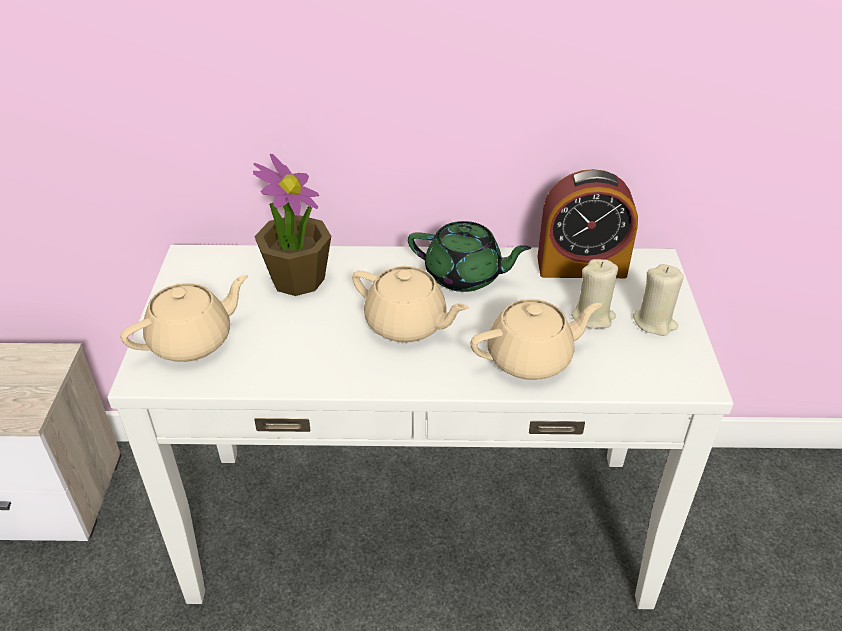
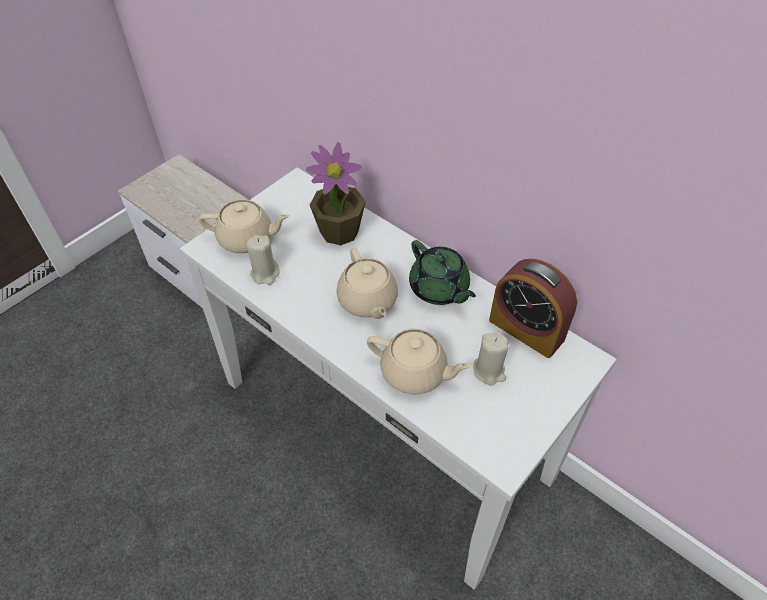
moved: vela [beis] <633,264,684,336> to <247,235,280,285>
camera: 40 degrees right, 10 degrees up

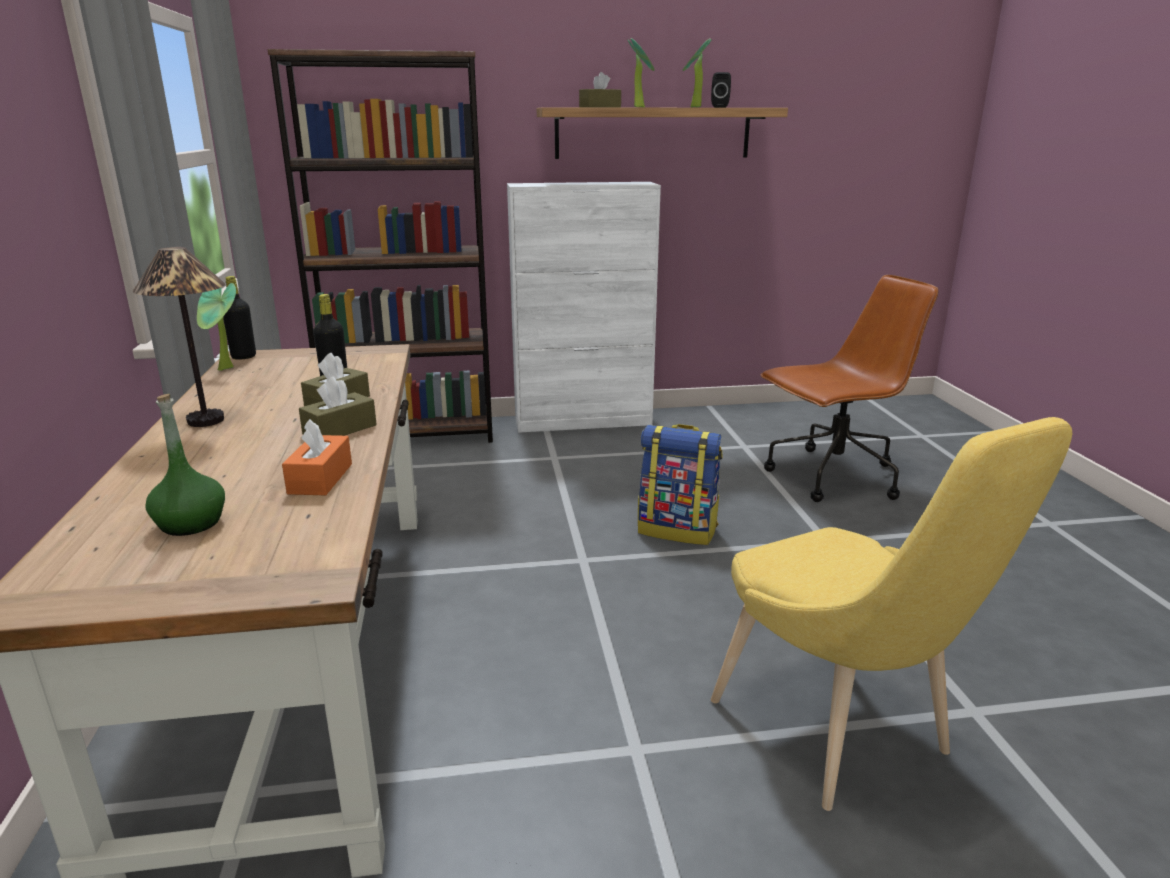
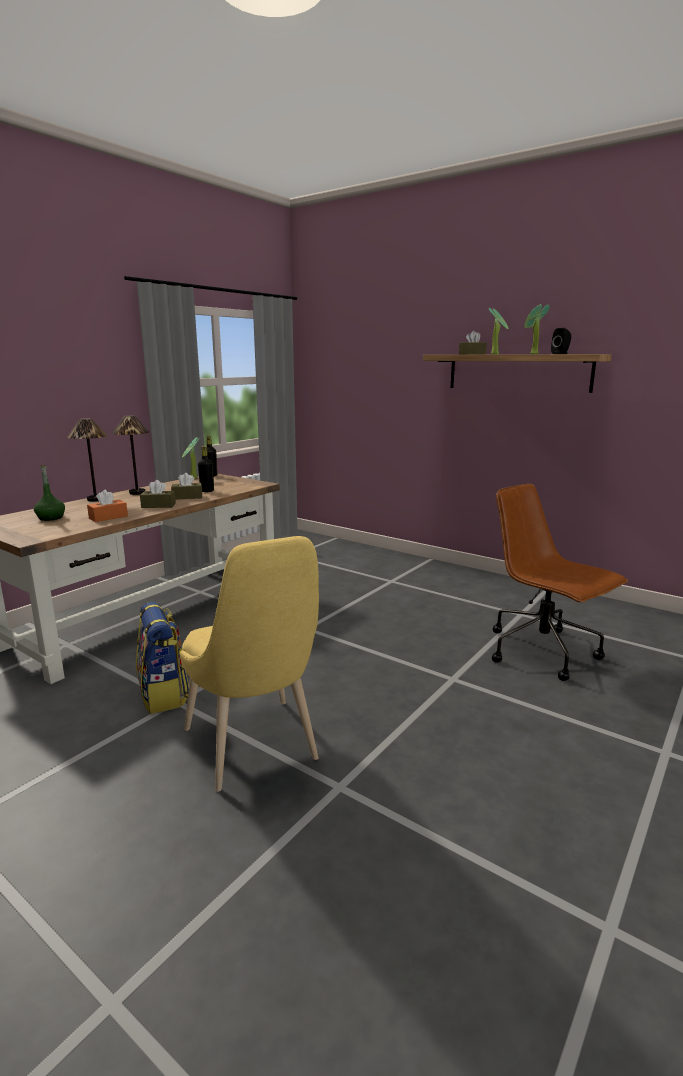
removed: estantería [marrón] <268,49,493,443>; armario [blanco] <507,182,661,433>
added: lámpara de mesa <67,418,108,502>
moved: mochila <638,424,723,545> to <136,602,189,714>
turned: silla [amarillo] <711,417,1072,811> = <180,536,319,792> 45 degrees counterclockwise; silla de oficina [marrón] <760,275,938,502> = <492,484,628,681> 150 degrees counterclockwise
camera: 45 degrees right, 5 degrees down

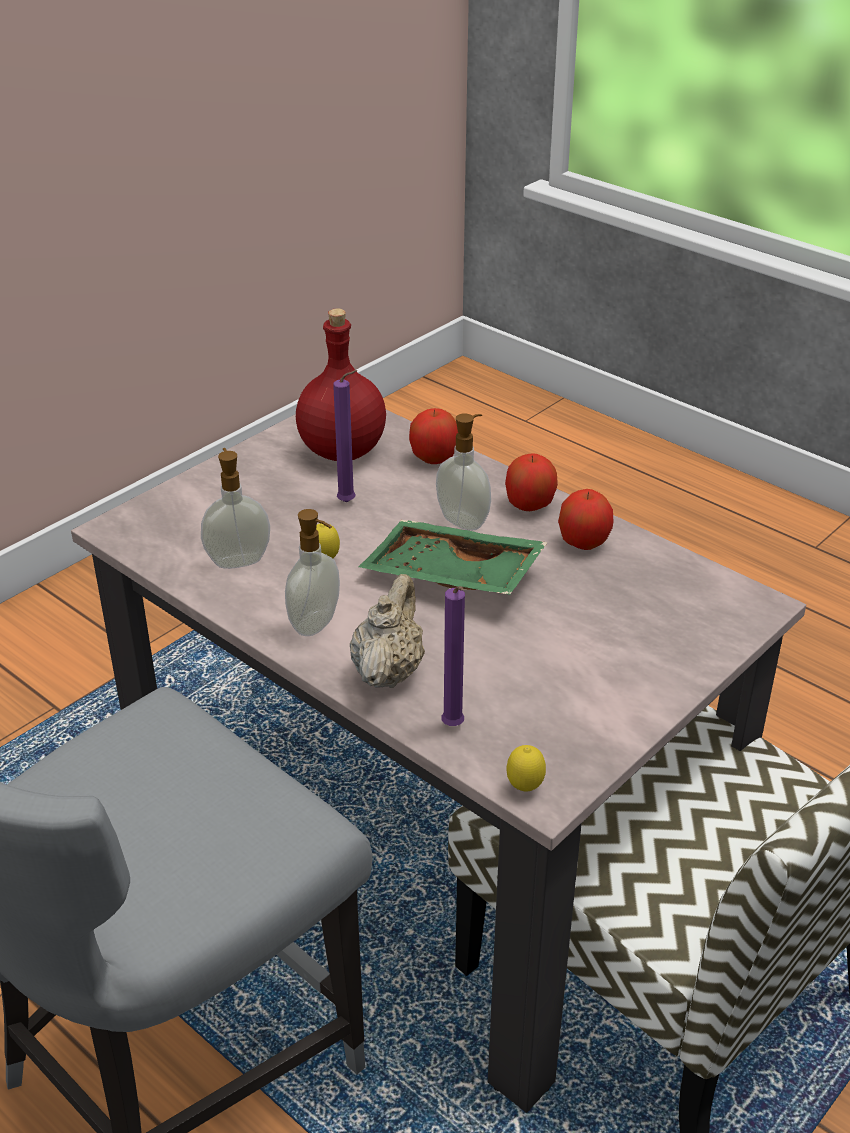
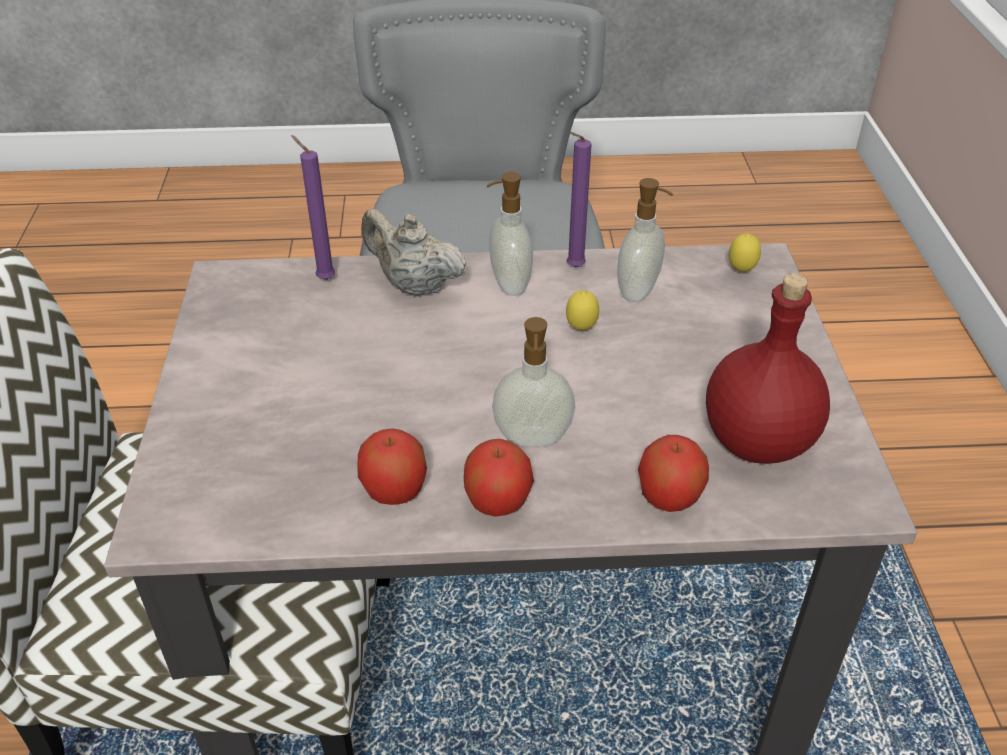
removed: bandeja [verde] <358,520,548,595>
moved: vela [morado] <333,370,357,502> to <566,132,591,268>; limón <506,745,546,791> to <729,234,761,272>
turned: tetera [beis] <350,574,425,688> = <361,209,467,297> 150 degrees clockwise
camera: 135 degrees right, 5 degrees up

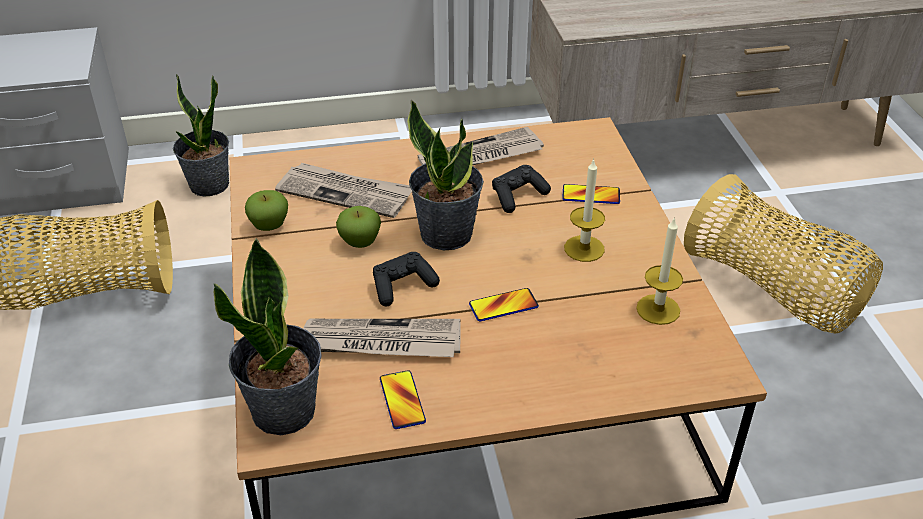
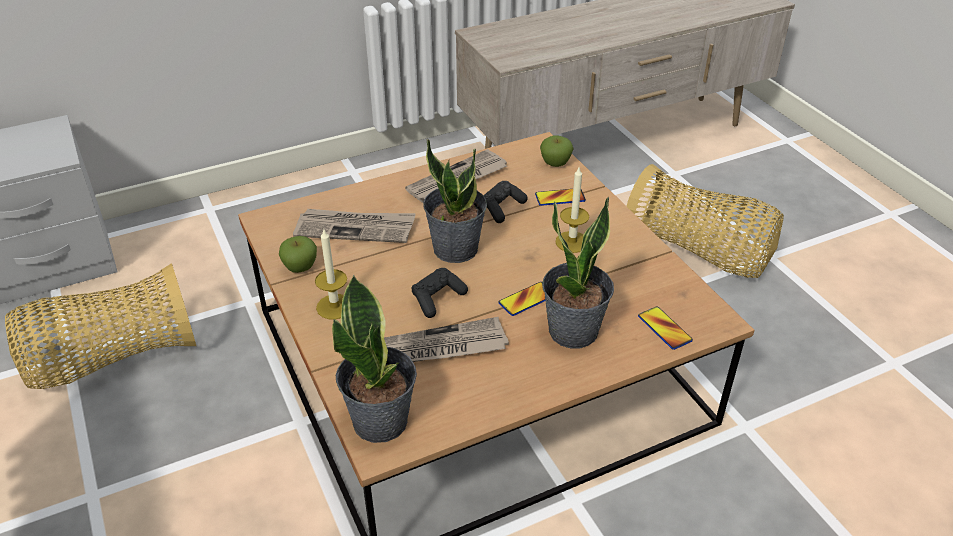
moved: vela <636,217,683,325> to <315,230,347,319>; manzana <336,206,381,248> to <540,135,574,167>; planta en maceta <173,74,229,197> to <542,197,614,349>; móvil <380,370,426,429> to <638,307,693,350>
camera: 15 degrees left, 0 degrees up

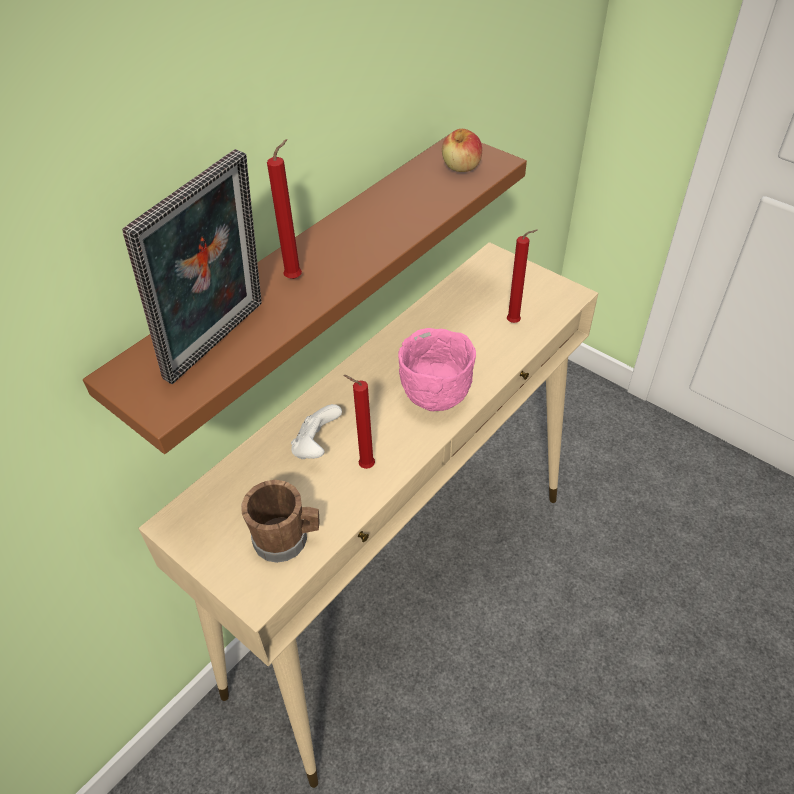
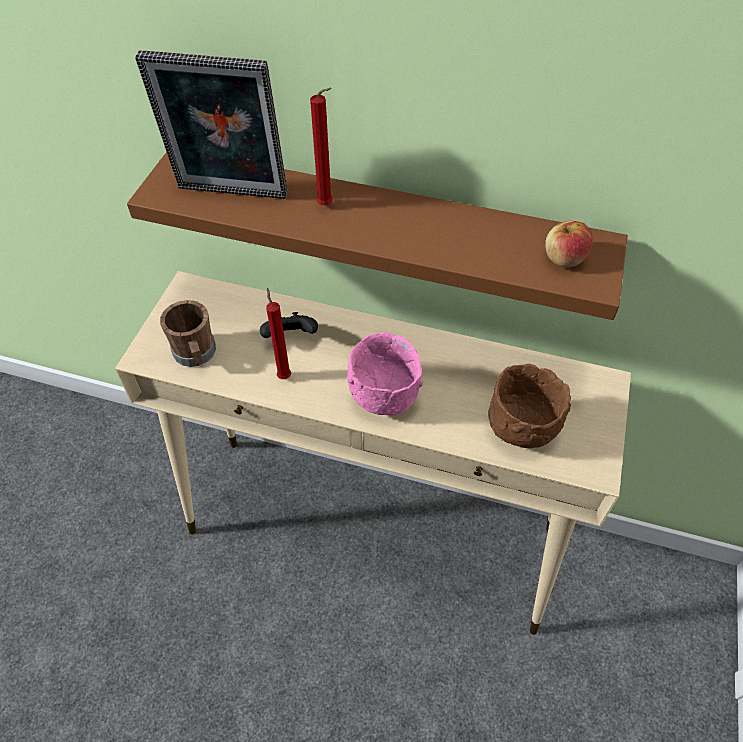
replaced: vela [rojo] <507,230,538,323> to cuenco [marrón] <489,364,571,448>
recoloured: mando de consola [blanco] <291,404,342,459> to mando de consola [negro] <260,312,318,338>
camera: 65 degrees right, 5 degrees up

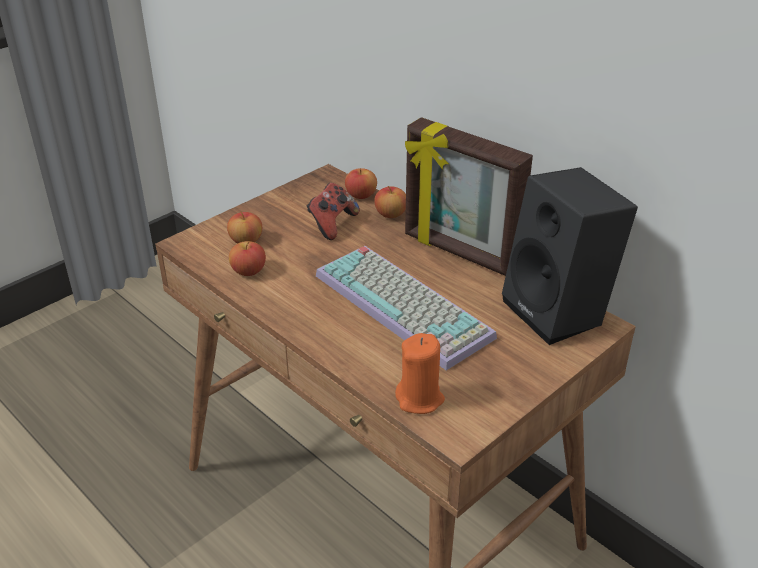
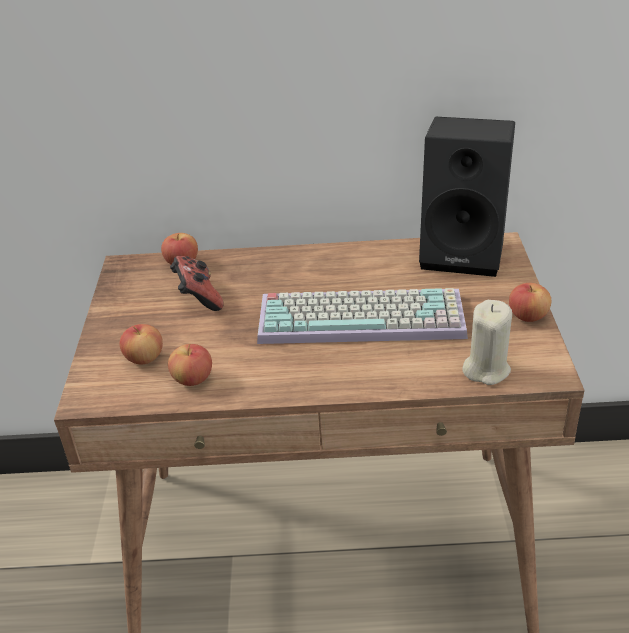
removed: portarretratos <405,117,533,276>
moved: manzana <374,186,406,218> to <509,283,551,322>
recoloured: vela [naranja] <395,333,445,414> to vela [beis] <463,300,512,385>
camera: 45 degrees left, 0 degrees up

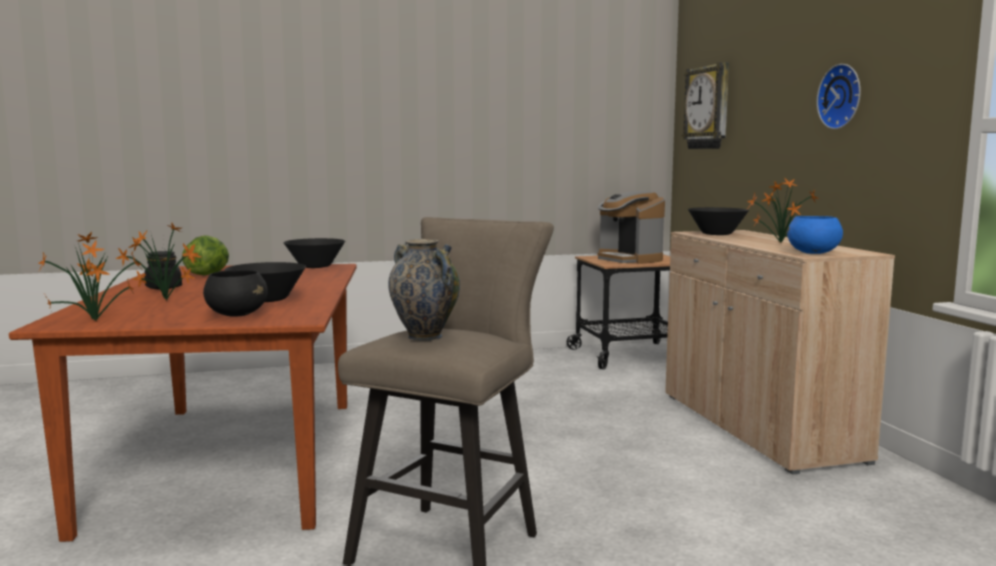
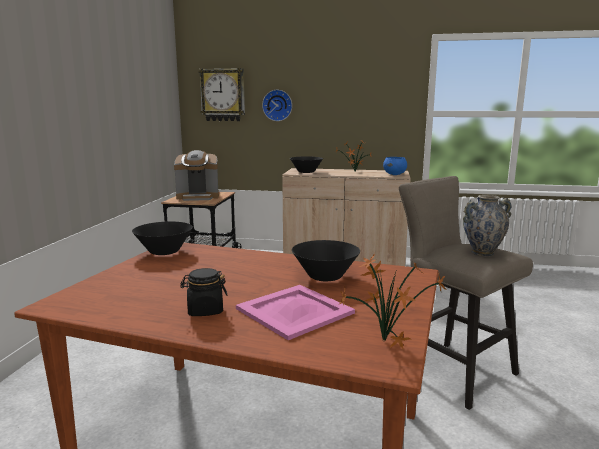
removed: lechuga <182,235,229,275>; cuenco [negro] <203,270,268,317>
moved: reloj de pared <817,64,861,129> to <262,90,292,121>
replaced: planta en maceta <115,223,201,300> to bandeja [rosa] <236,285,355,340>
camera: 65 degrees left, 5 degrees up

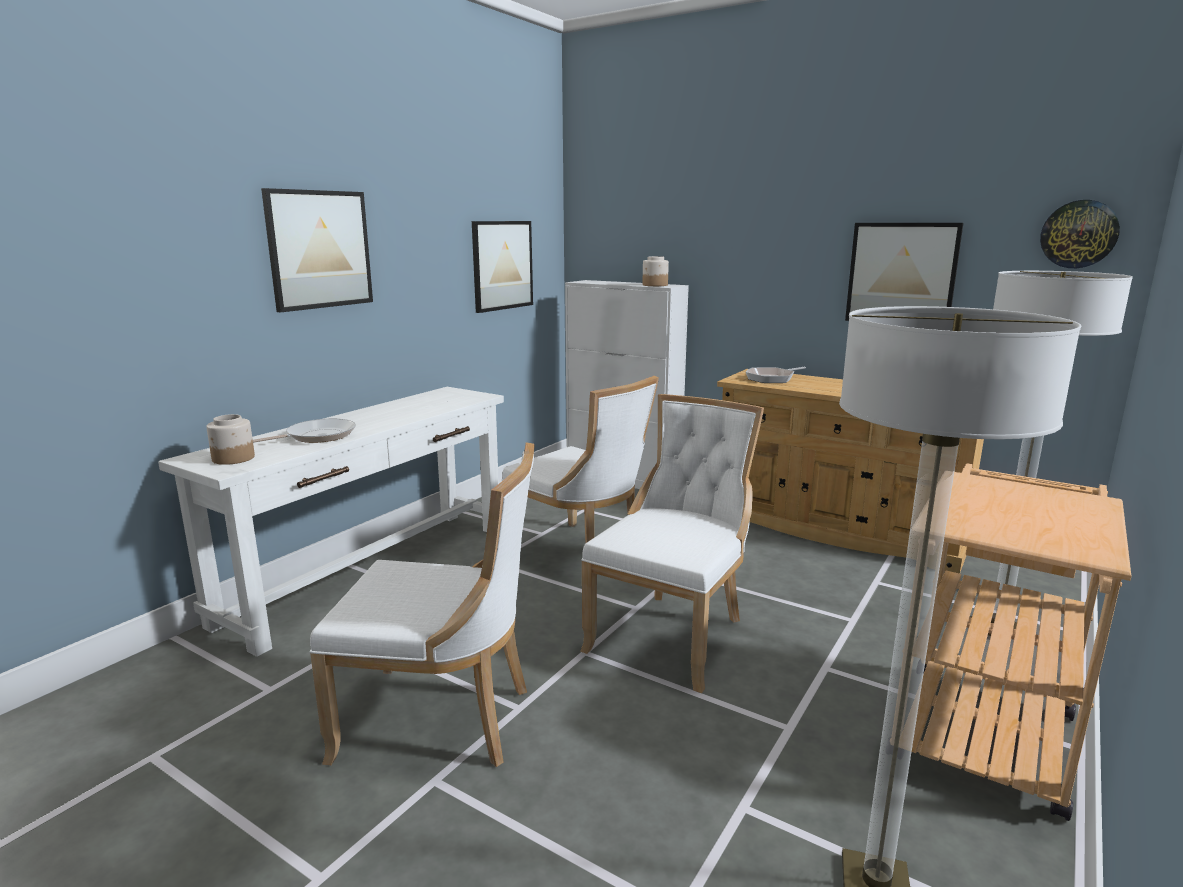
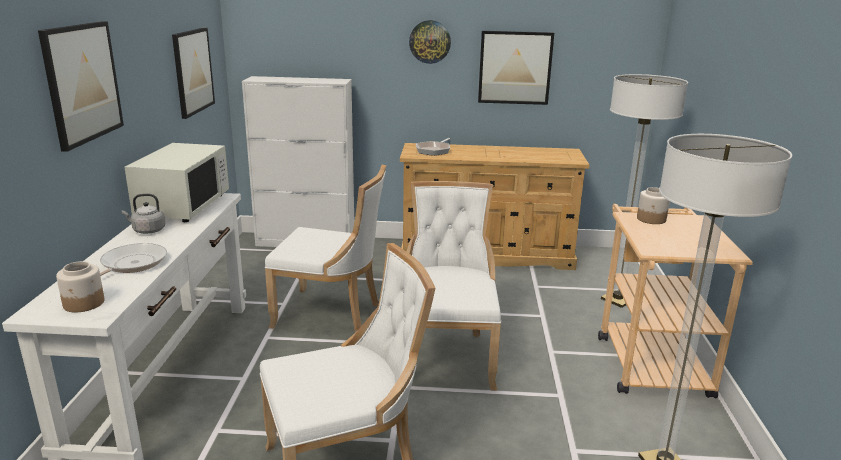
added: hervidor [gris] <122,194,165,234>; microondas [blanco] <124,143,229,222>
moved: reloj de pared <1040,200,1120,268> to <409,20,451,64>; tarro <643,256,669,286> to <637,187,670,224>
camera: 30 degrees left, 5 degrees up

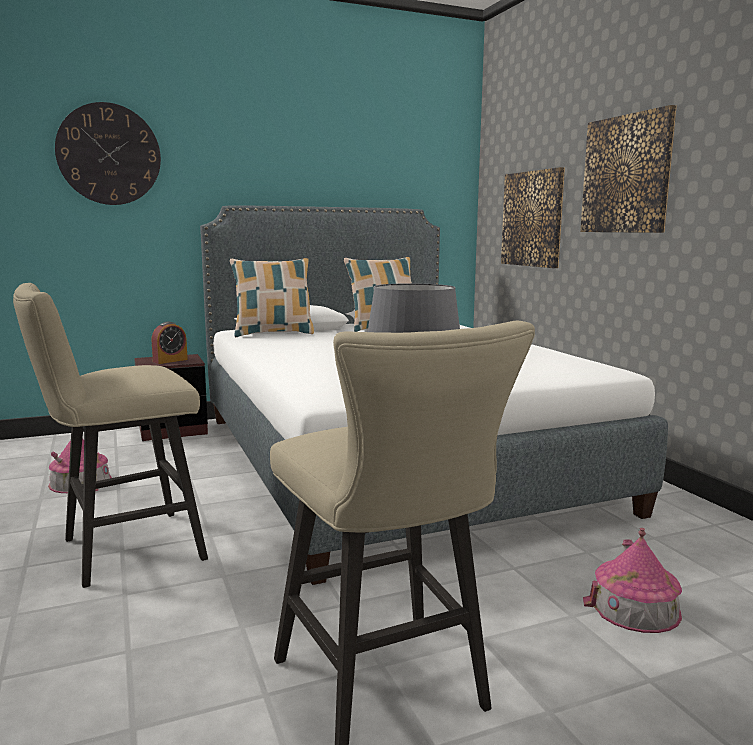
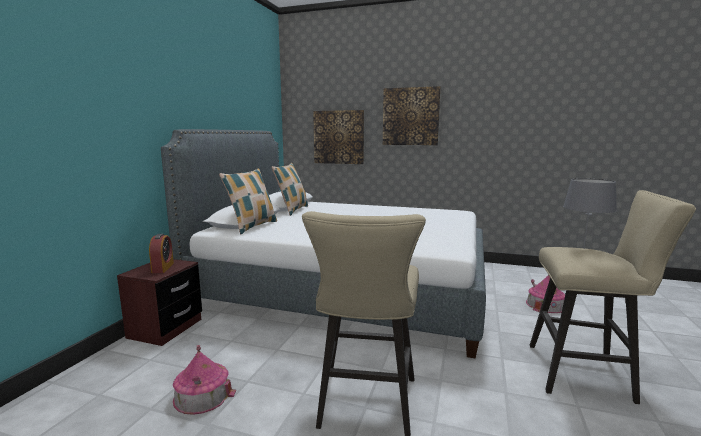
removed: reloj de pared <55,102,161,205>
camera: 50 degrees left, 0 degrees up

